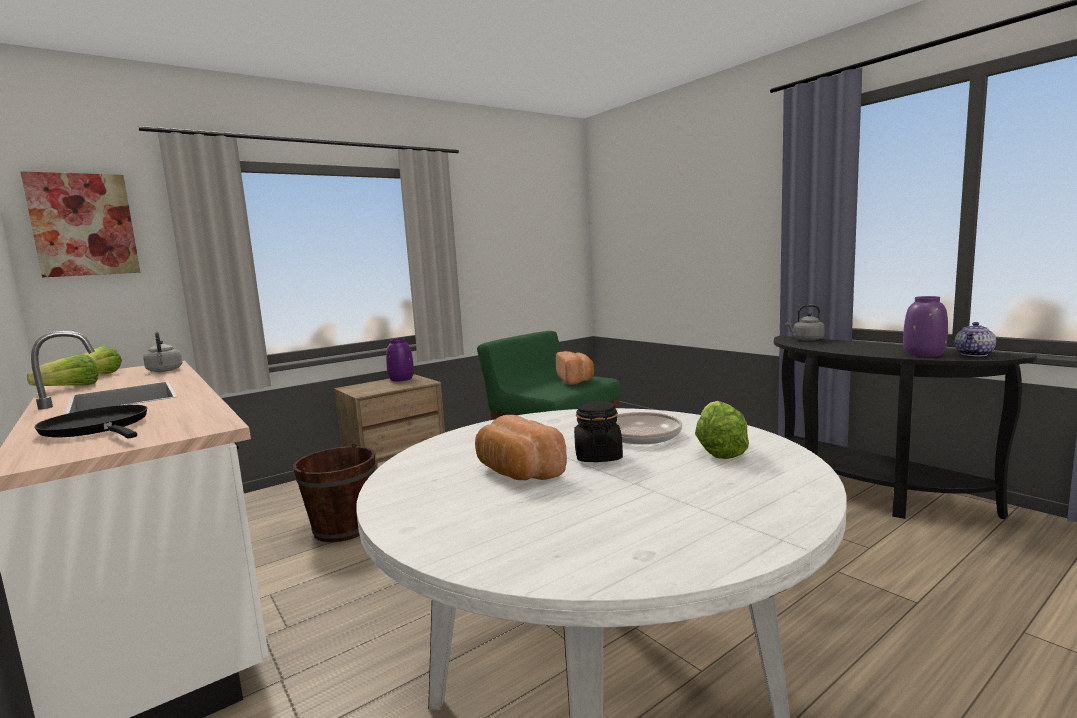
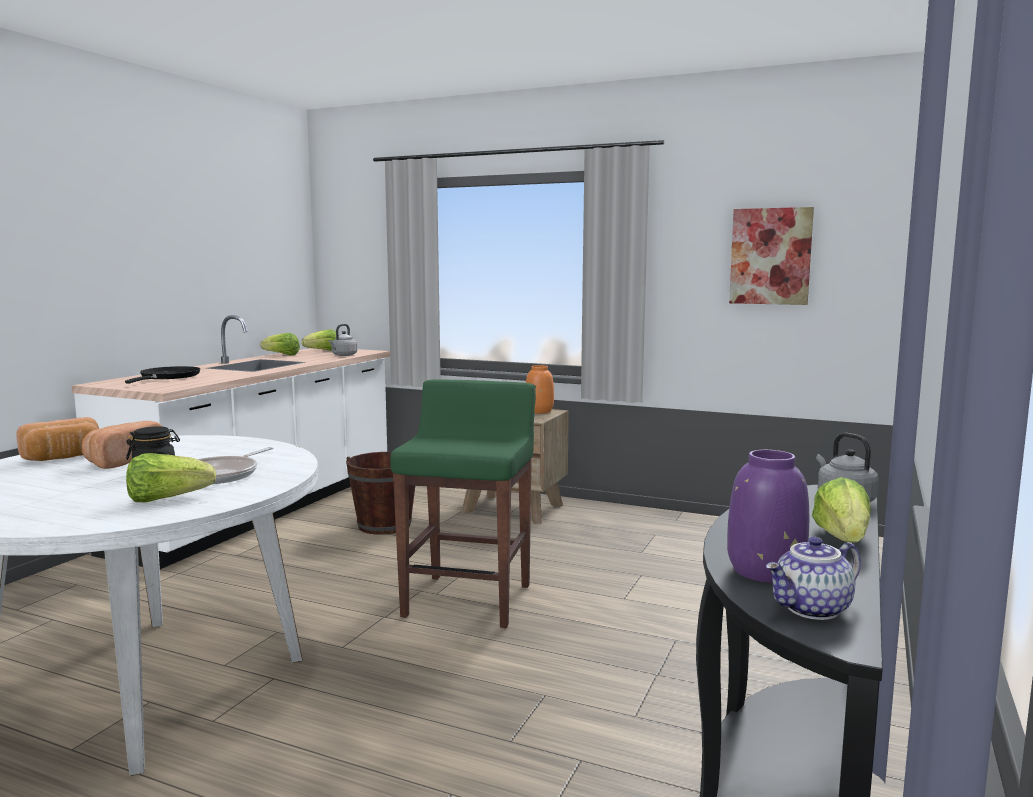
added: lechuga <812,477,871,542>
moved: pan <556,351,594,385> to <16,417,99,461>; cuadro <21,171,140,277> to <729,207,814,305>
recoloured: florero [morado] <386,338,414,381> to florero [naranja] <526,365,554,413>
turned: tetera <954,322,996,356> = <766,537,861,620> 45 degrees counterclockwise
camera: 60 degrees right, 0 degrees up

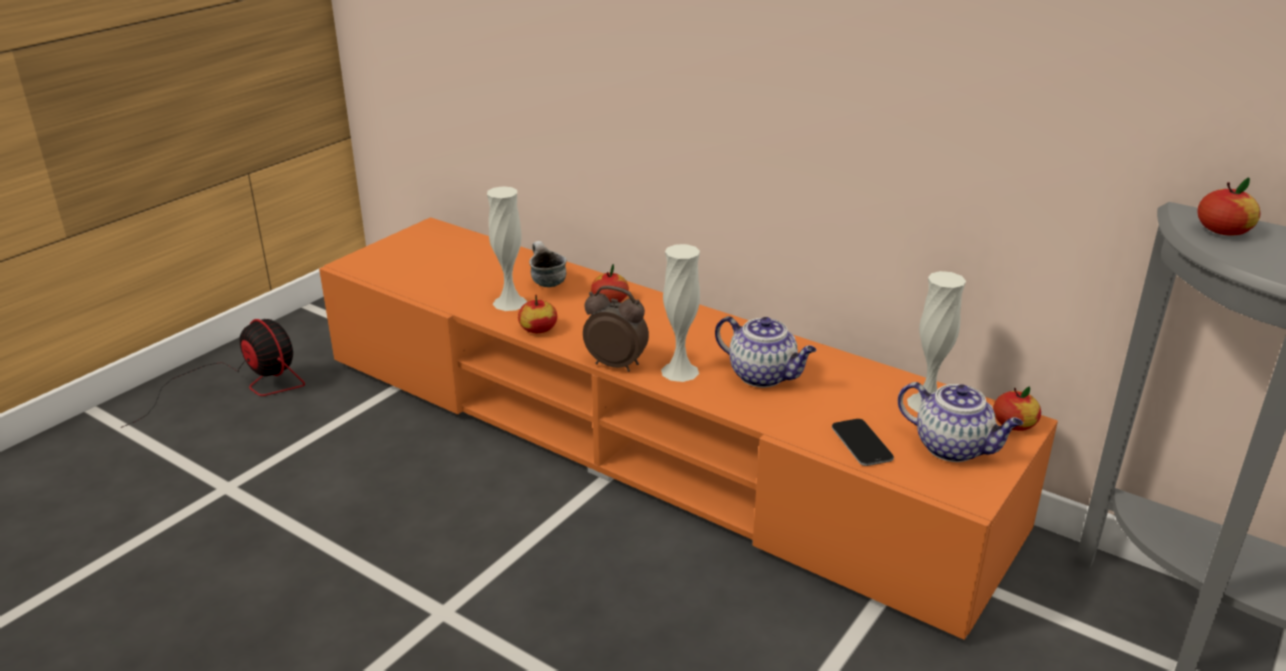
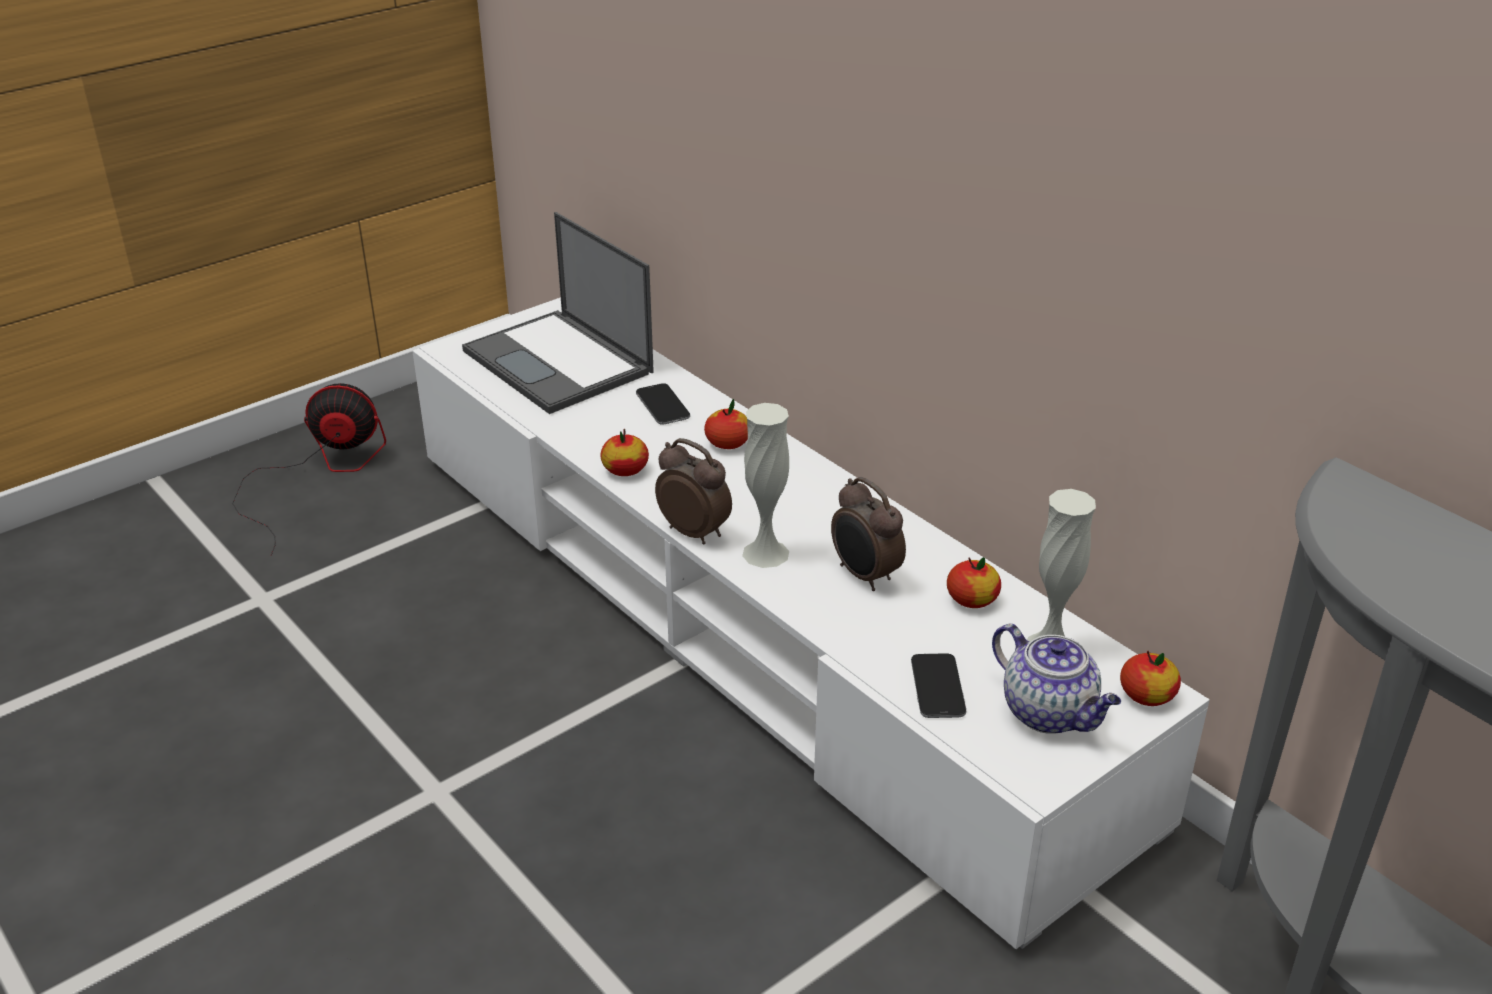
removed: florero [blanco] <487,186,527,311>
added: portátil <462,212,654,414>
moved: manzana <1197,178,1261,236> to <947,557,1001,608>
replaced: taza grande <529,241,567,287> to móvil <636,383,690,425>; tetera <715,316,817,388> to despertador <831,477,906,591>
recoloured: mueble de televisión [naranja] <319,217,1058,640> to mueble de televisión [blanco] <412,297,1210,949>
turned: ventilador <121,319,305,428> = <232,383,386,556> 60 degrees counterclockwise
camera: 15 degrees right, 5 degrees up

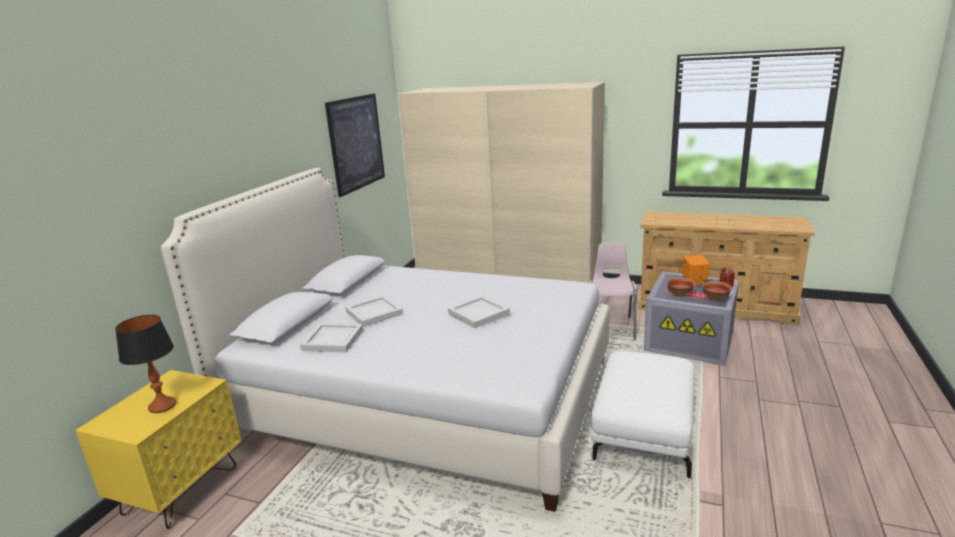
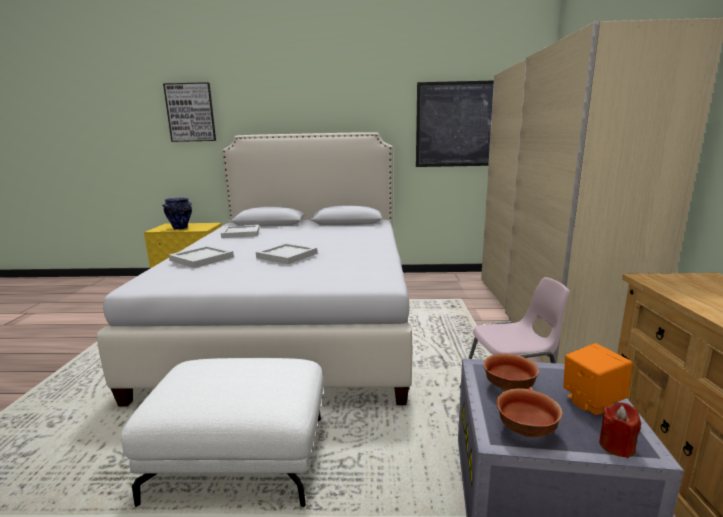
added: cuadro <163,82,216,142>
moved: bandeja [blanco] <345,295,403,327> to <169,246,234,268>
replaced: lámpara de mesa <115,315,176,413> to florero <162,198,192,230>
camera: 70 degrees right, 5 degrees down

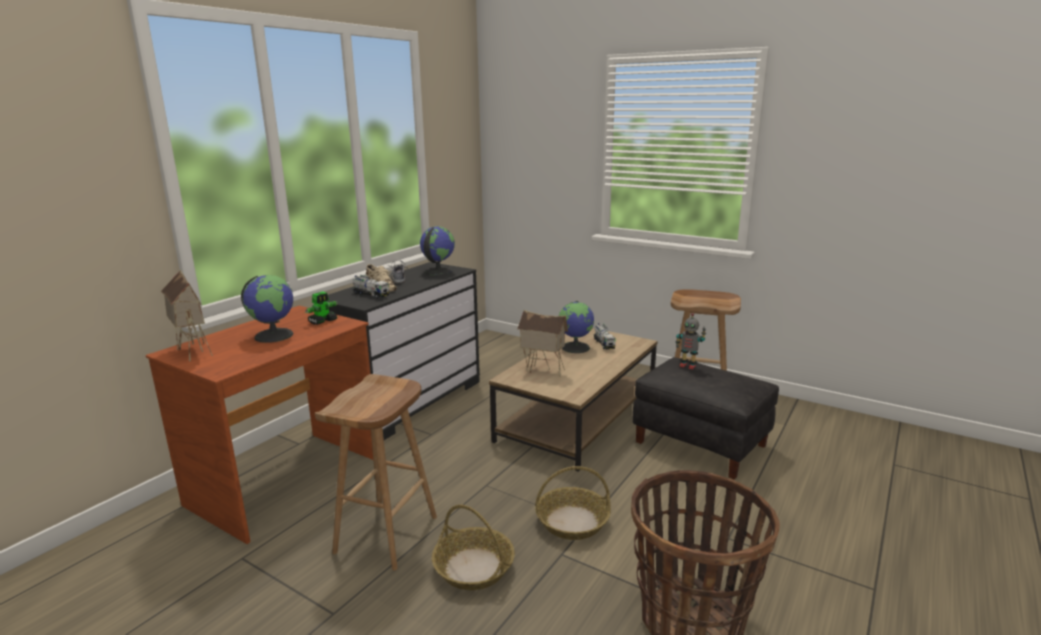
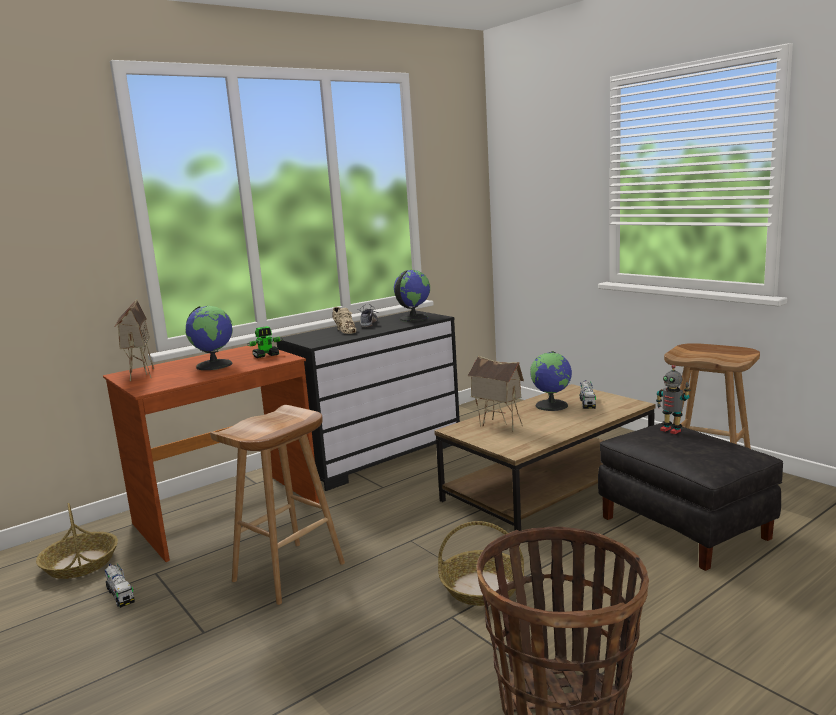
moved: cesta <432,504,515,590> to <36,503,118,579>; camión de juguete <352,275,389,299> to <105,563,135,608>
camera: 20 degrees right, 5 degrees down

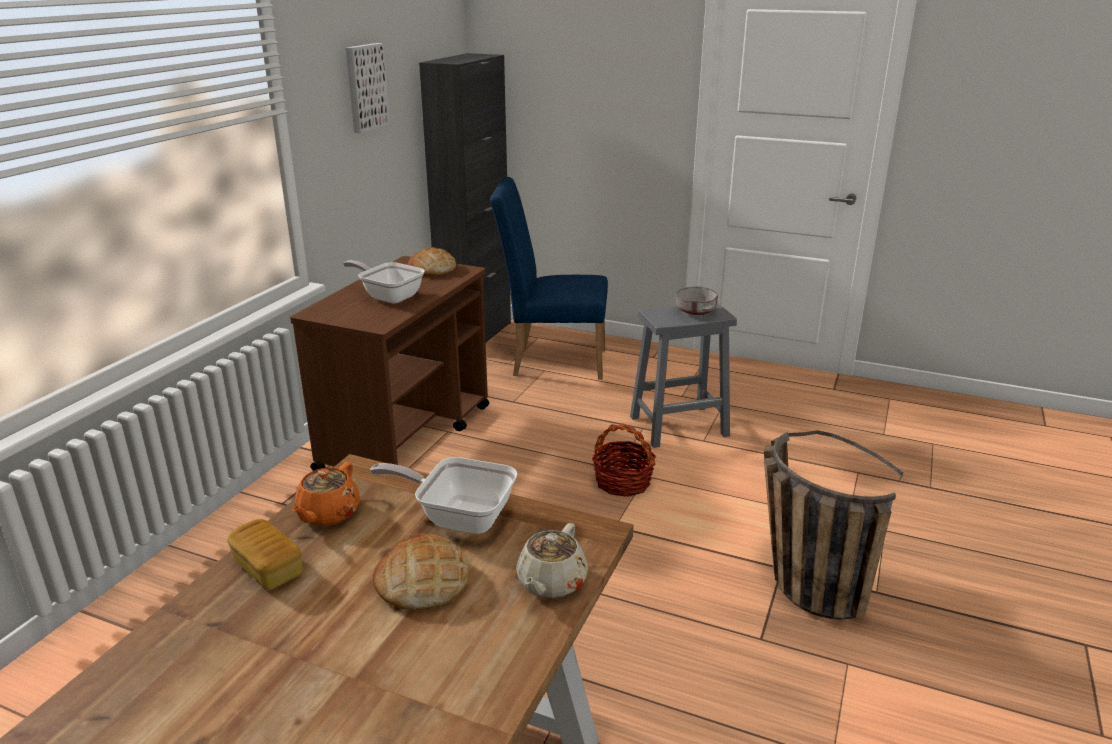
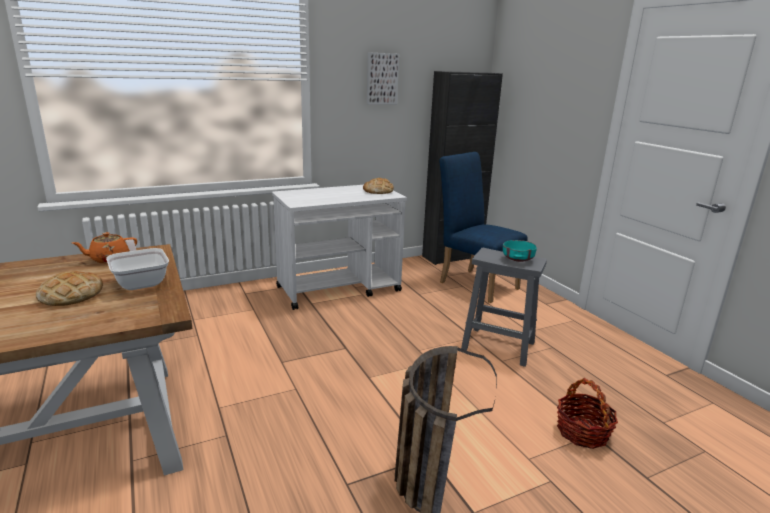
removed: pan <227,519,302,590>; sartén <343,260,425,304>; tetera [beis] <516,523,588,598>
moved: cesta <592,424,656,497> to <557,378,618,449>
recoloured: carrito [marrón] <290,256,489,471> to carrito [blanco] <272,185,407,310>; cuenco [gris] <676,287,718,315> to cuenco [turquesa] <503,240,537,262>
camera: 40 degrees right, 5 degrees down

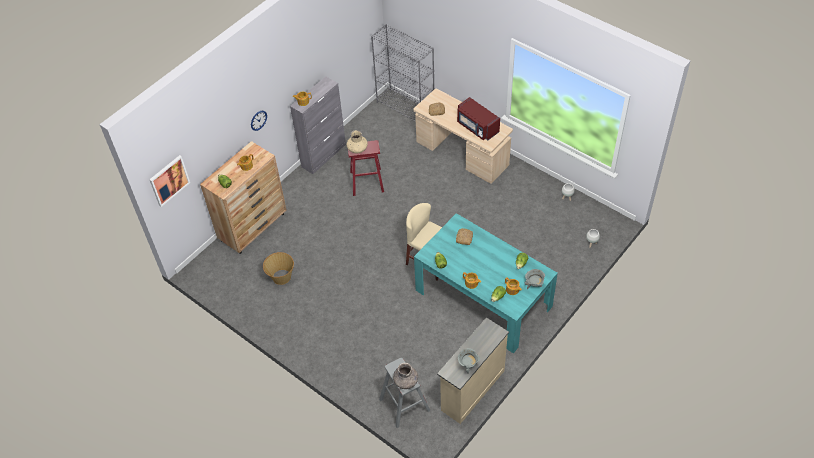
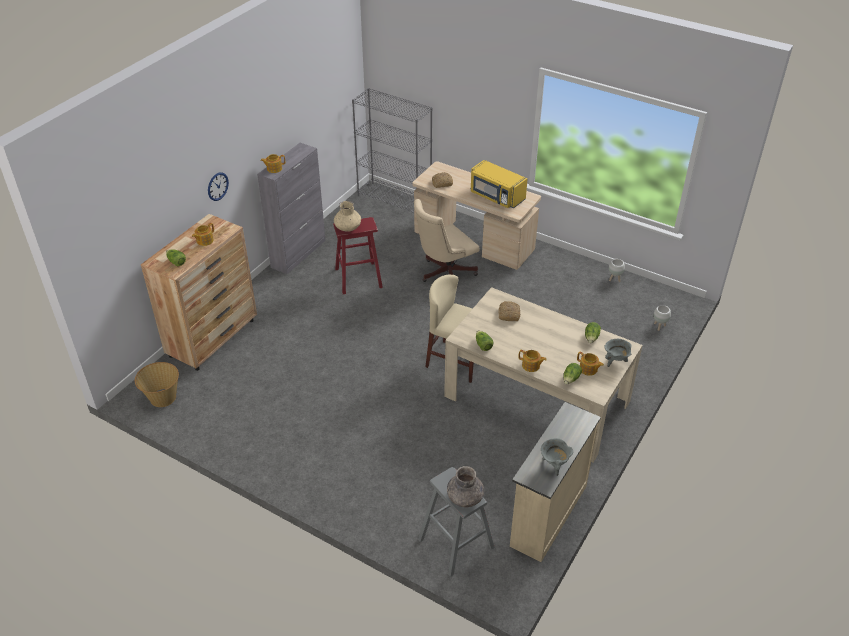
removed: cuadro <149,155,190,207>
added: silla de oficina [beis] <414,199,479,282>
moved: cesta <263,252,294,285> to <135,362,179,407>
recoloured: mesa de comedor [turquesa] <414,213,558,353> to mesa de comedor [beis] <444,287,643,463>; microondas [rojo] <457,97,500,140> to microondas [amarillo] <471,160,528,208>
camera: 10 degrees left, 10 degrees down

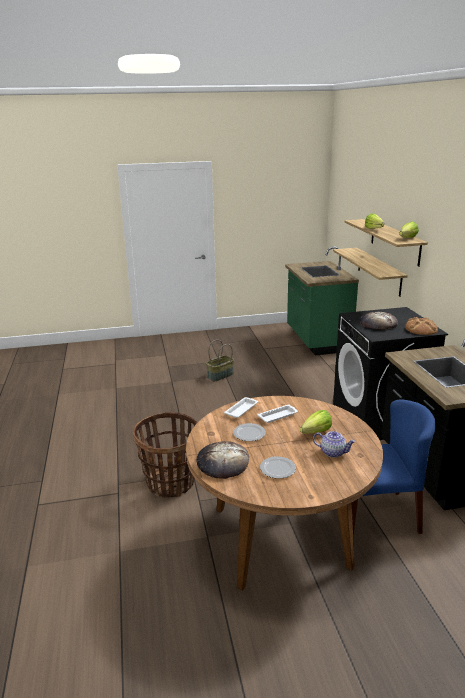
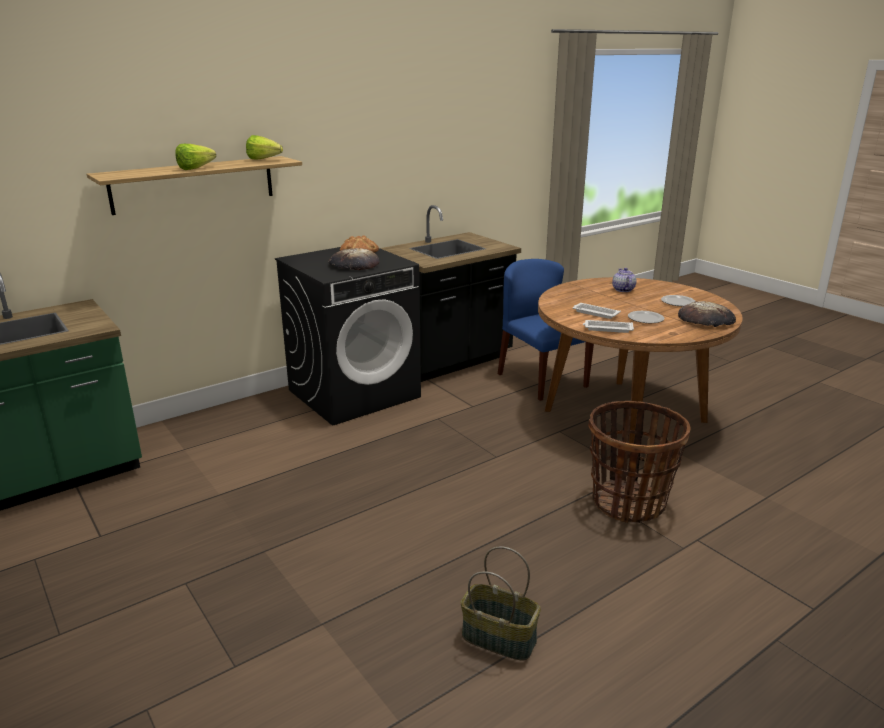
removed: lechuga <300,410,332,433>; estante <333,248,408,297>
moved: cesta <206,340,234,381> to <461,546,541,661>
camera: 115 degrees left, 0 degrees up

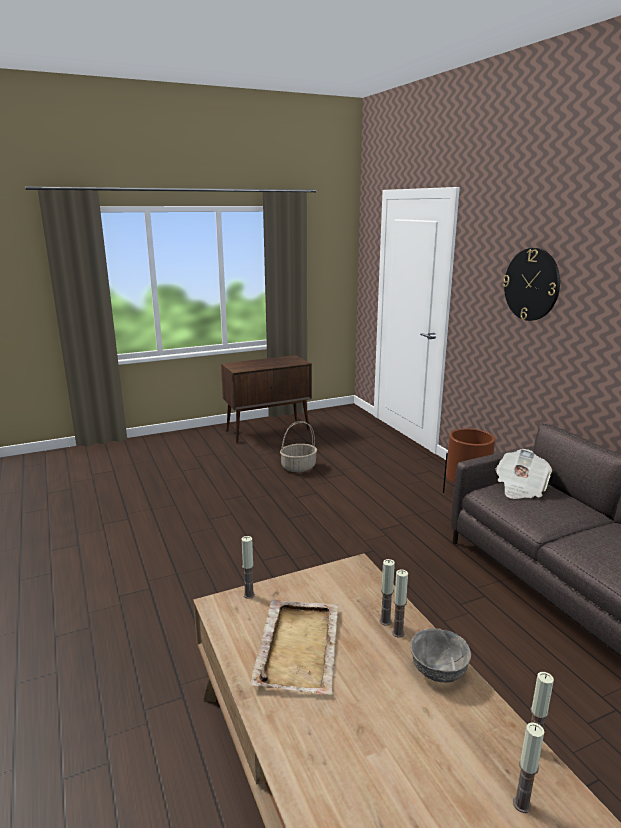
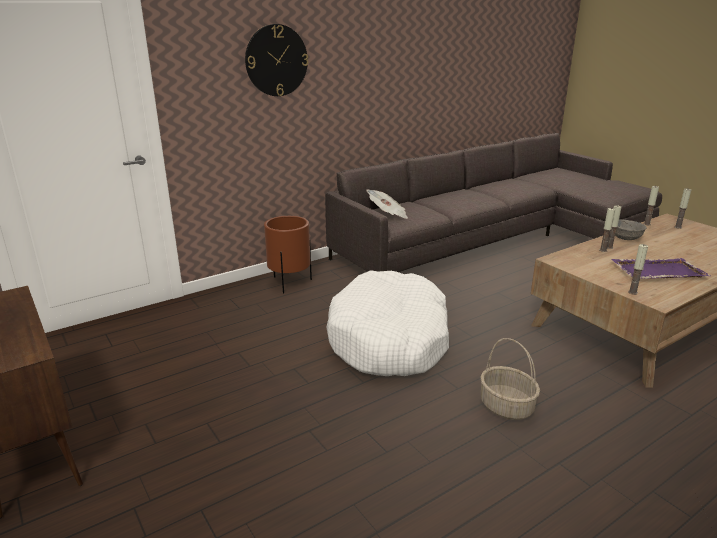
added: cama para perro [blanco] <326,270,449,376>
moved: cesta <280,421,317,472> to <480,338,540,420>
recoloured: bandeja [beis] <250,599,338,695> to bandeja [morado] <611,258,710,279>
camera: 100 degrees left, 5 degrees up

